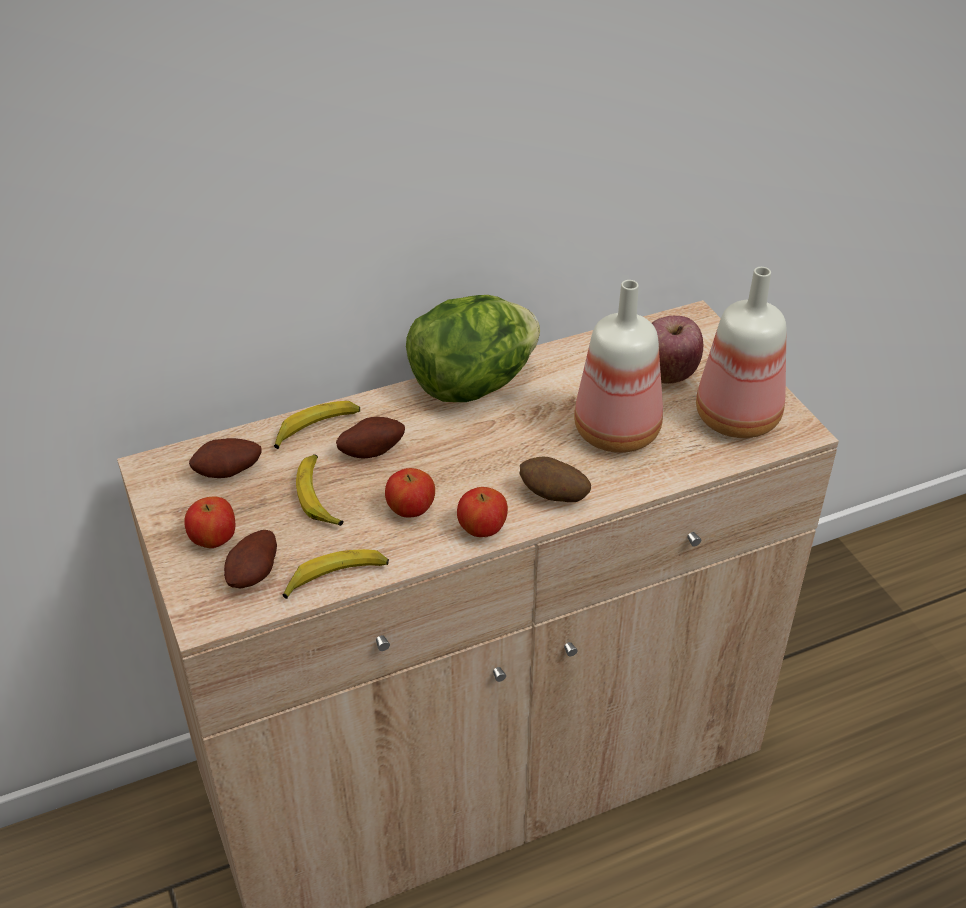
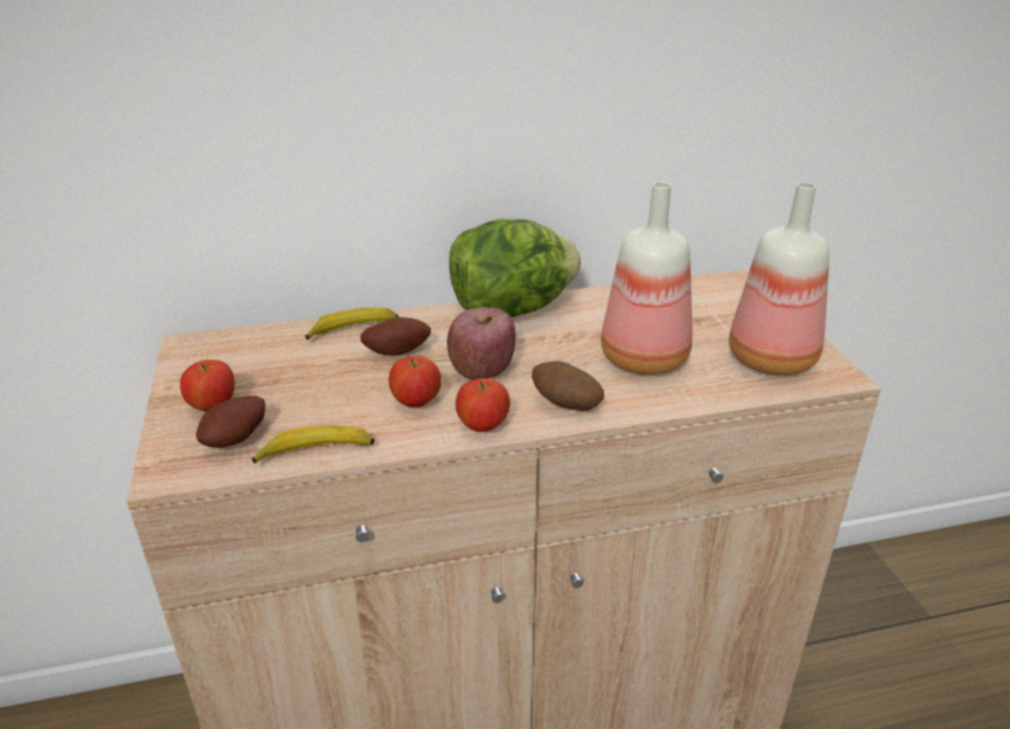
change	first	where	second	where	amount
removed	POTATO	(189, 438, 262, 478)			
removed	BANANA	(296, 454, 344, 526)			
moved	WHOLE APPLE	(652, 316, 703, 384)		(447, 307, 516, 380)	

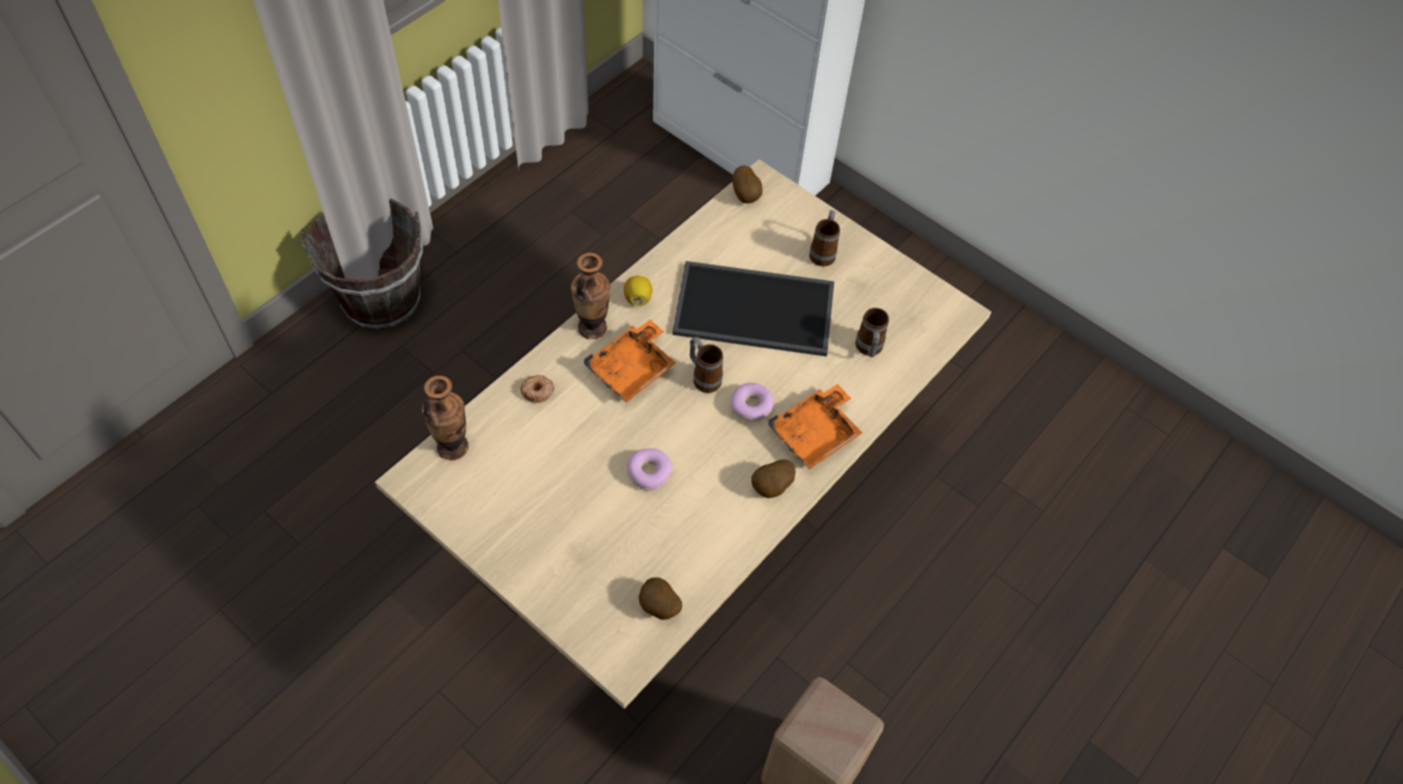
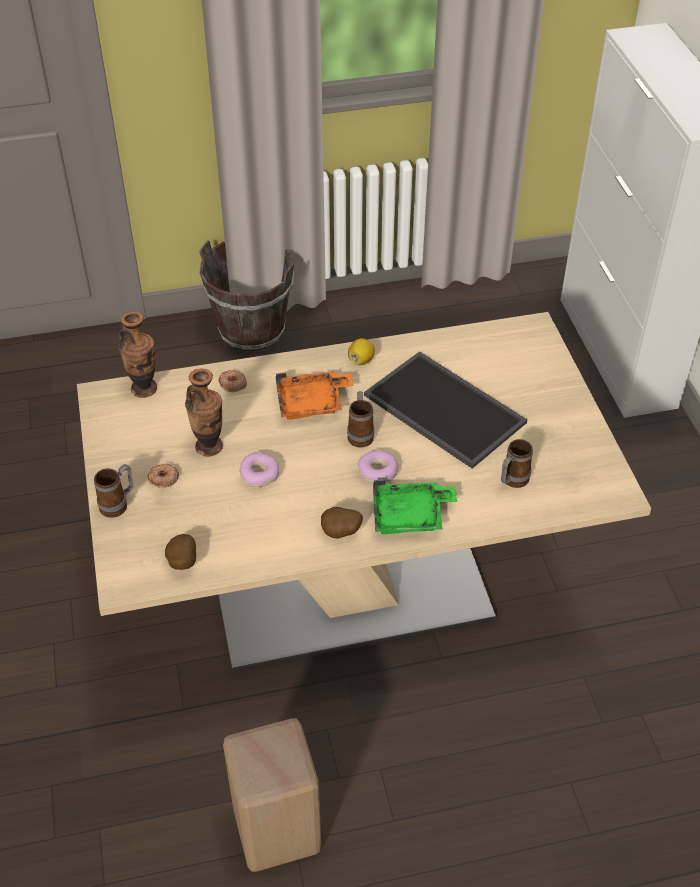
change	first	where	second	where	amount
removed	POTATO	(732, 165, 763, 203)			
added			DOUGHNUT	(148, 464, 179, 488)	
moved	FLOWER VASE	(571, 253, 610, 339)		(185, 368, 223, 457)	
moved	TEA MUG	(809, 210, 840, 266)		(94, 464, 134, 518)	
recoloured	ORANGE-COLOURED SERVING TRAY	(768, 384, 862, 469)	GREEN-COLOURED SERVING TRAY	(373, 480, 457, 534)	

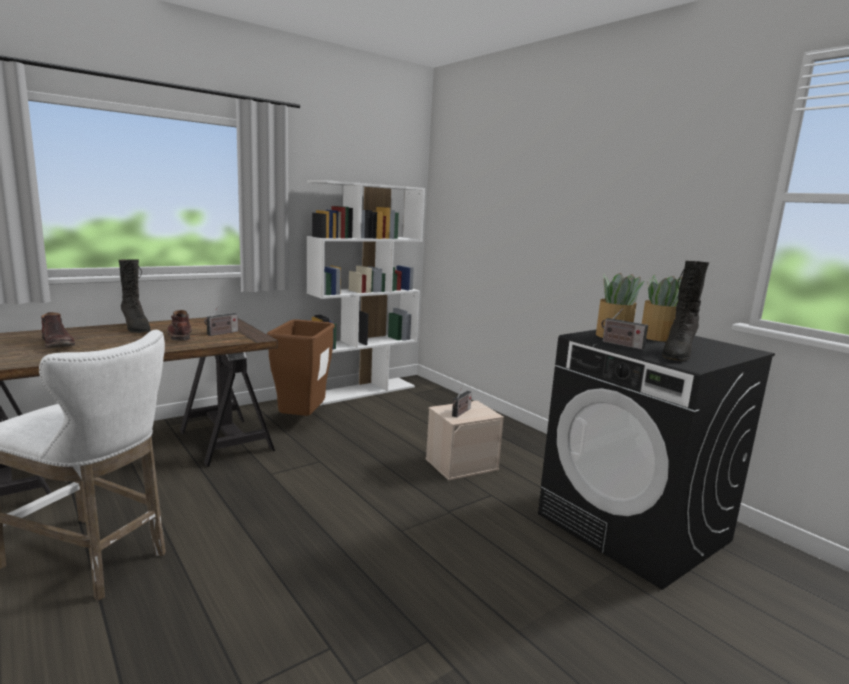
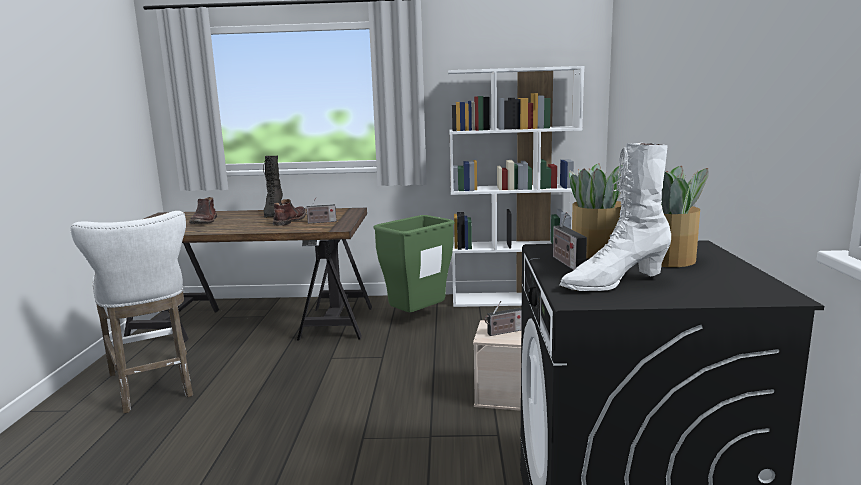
change	first	where	second	where	amount
recoloured	BROWN WASTE BIN	(267, 320, 335, 416)	GREEN-COLOURED WASTE BIN	(373, 215, 455, 313)	
recoloured	BLACK-COLOURED HIGH-TOP BOOT	(662, 260, 709, 361)	WHITISH HIGH-TOP BOOT	(559, 143, 671, 291)	

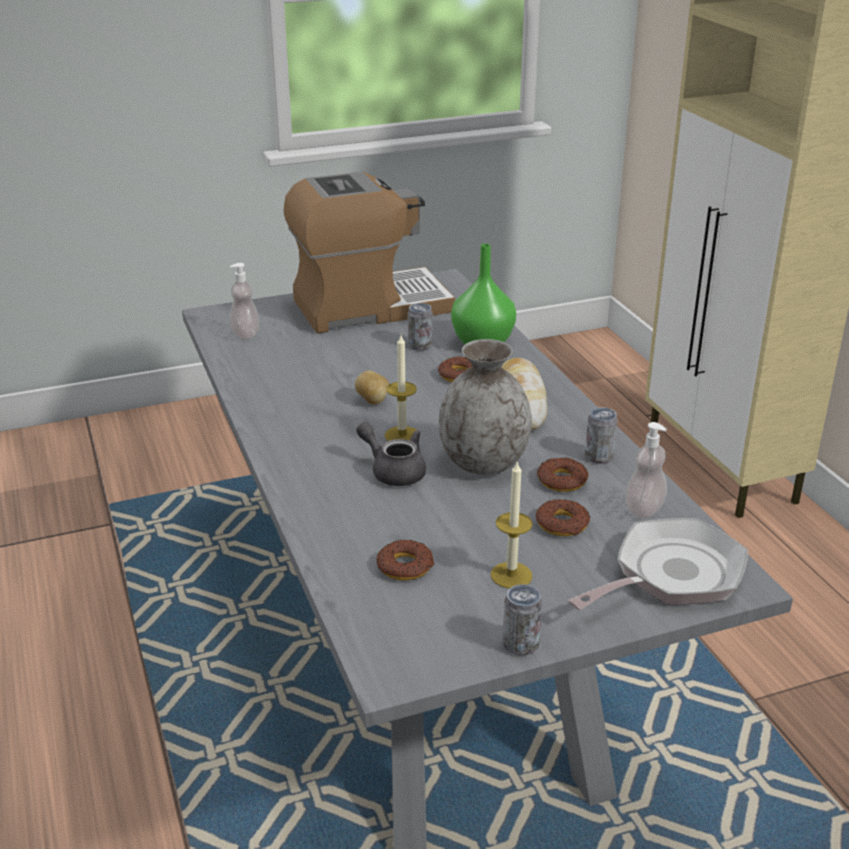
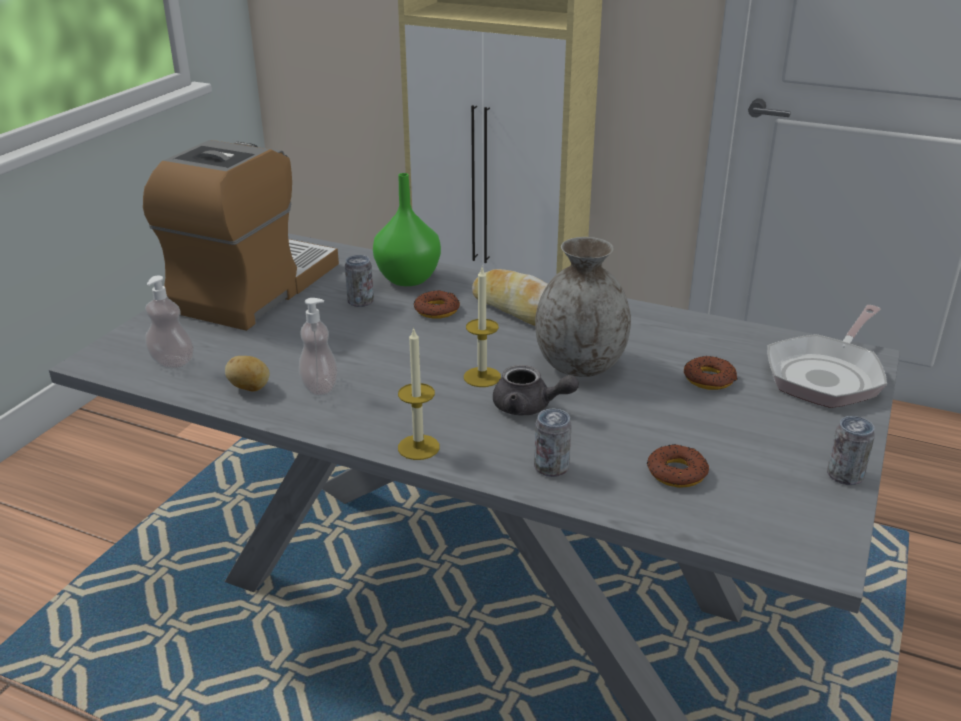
change	first	where	second	where	amount
removed	DOUGHNUT	(537, 457, 589, 492)			
moved	POTATO	(355, 371, 390, 405)		(225, 356, 270, 391)	
moved	WAX CANDLE	(491, 462, 533, 589)		(398, 327, 440, 460)	
moved	METAL CAN	(585, 407, 618, 464)		(534, 409, 572, 477)	
moved	SOAP DISPENSER	(625, 422, 667, 519)		(299, 298, 338, 396)	
turned	GREYISH POT FOR TEA	(356, 422, 426, 486)		(493, 365, 579, 415)	150 degrees counterclockwise
turned	SKILLET	(568, 518, 748, 610)		(767, 305, 887, 408)	150 degrees counterclockwise

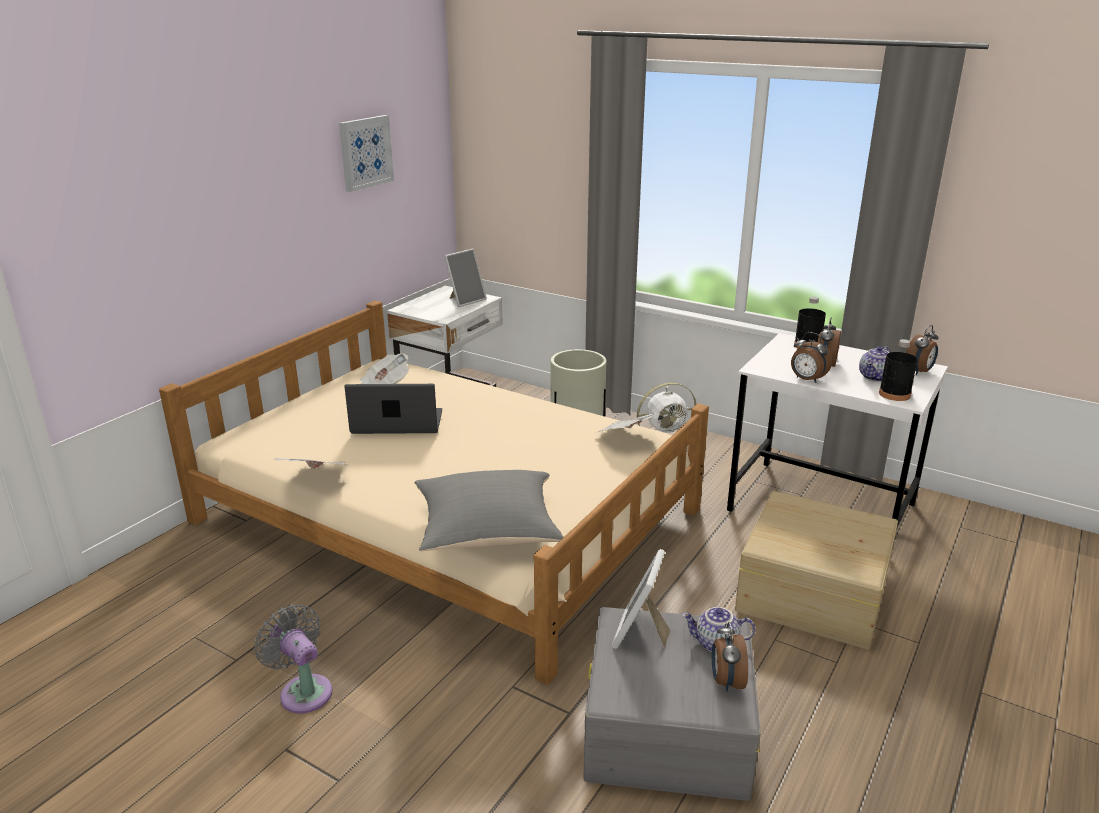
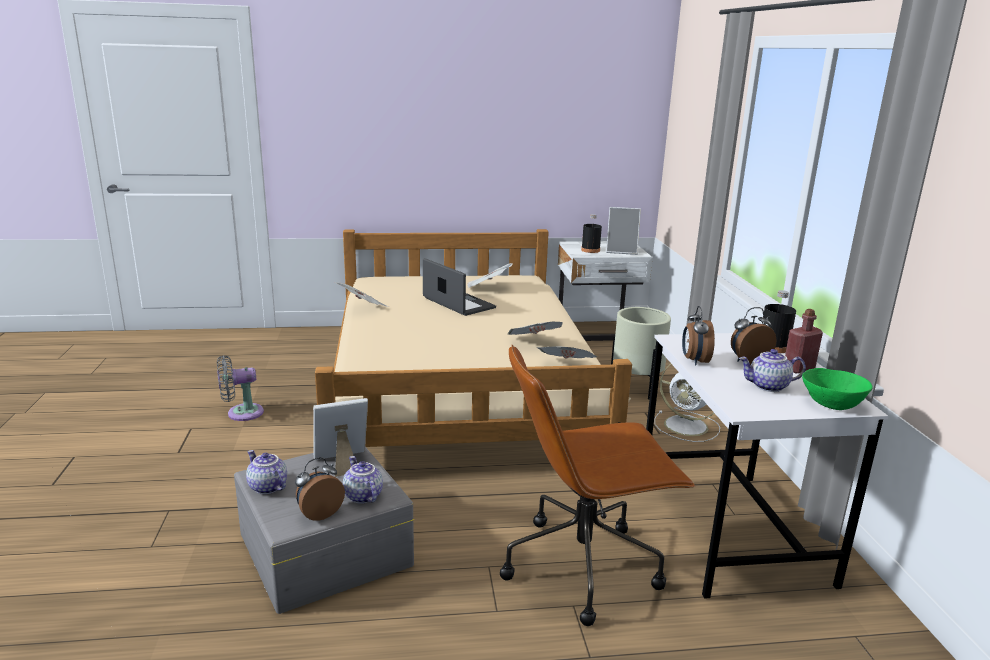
change	first	where	second	where	amount
removed	WALL PICTURE	(339, 115, 394, 192)			
removed	GREYISH CUSHION	(414, 470, 564, 551)			
added			POT FOR TEA	(246, 450, 287, 494)	
added			NEWSPAPER	(507, 321, 563, 335)	
added			REDDISH BOTTLE	(785, 309, 823, 374)	
moved	BLACK-COLOURED BOTTLE	(879, 339, 918, 401)		(581, 214, 602, 253)	
replaced	BEIGE-COLOURED STORAGE BOX	(735, 491, 898, 650)	BROWN COMPUTER CHAIR	(500, 344, 695, 626)	
replaced	ALARM CLOCK	(906, 325, 939, 375)	GREEN-COLOURED BOWL	(802, 368, 872, 410)	
turned	GREYISH COOLING FAN	(254, 604, 333, 713)		(217, 355, 264, 421)	120 degrees counterclockwise

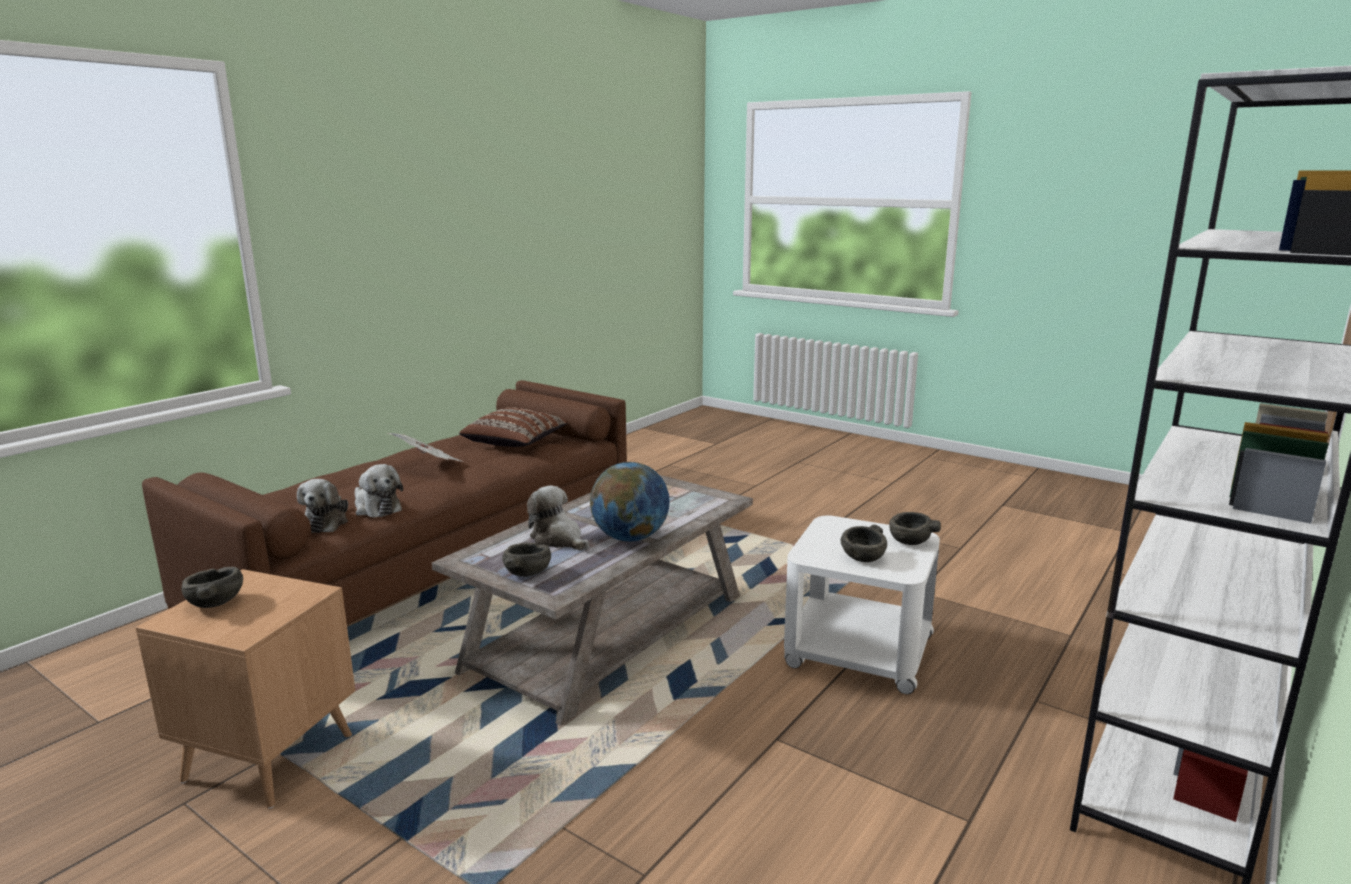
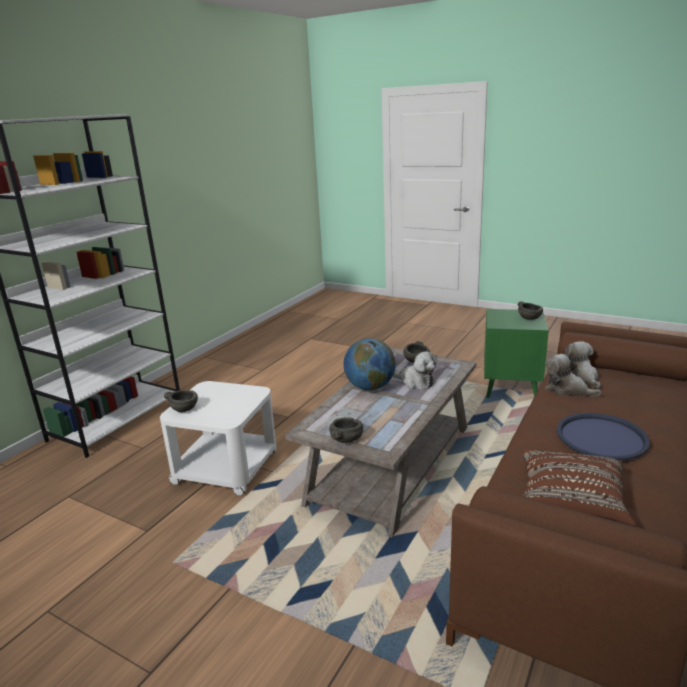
change	first	where	second	where	amount
moved	GREYISH BOWL	(841, 525, 887, 562)		(329, 417, 363, 443)	
replaced	NEWSPAPER	(388, 433, 461, 461)	BLUE SERVING TRAY	(557, 413, 650, 461)	
recoloured	BROWN ACCENT TABLE	(136, 569, 355, 809)	GREEN-COLOURED ACCENT TABLE	(484, 309, 549, 398)	

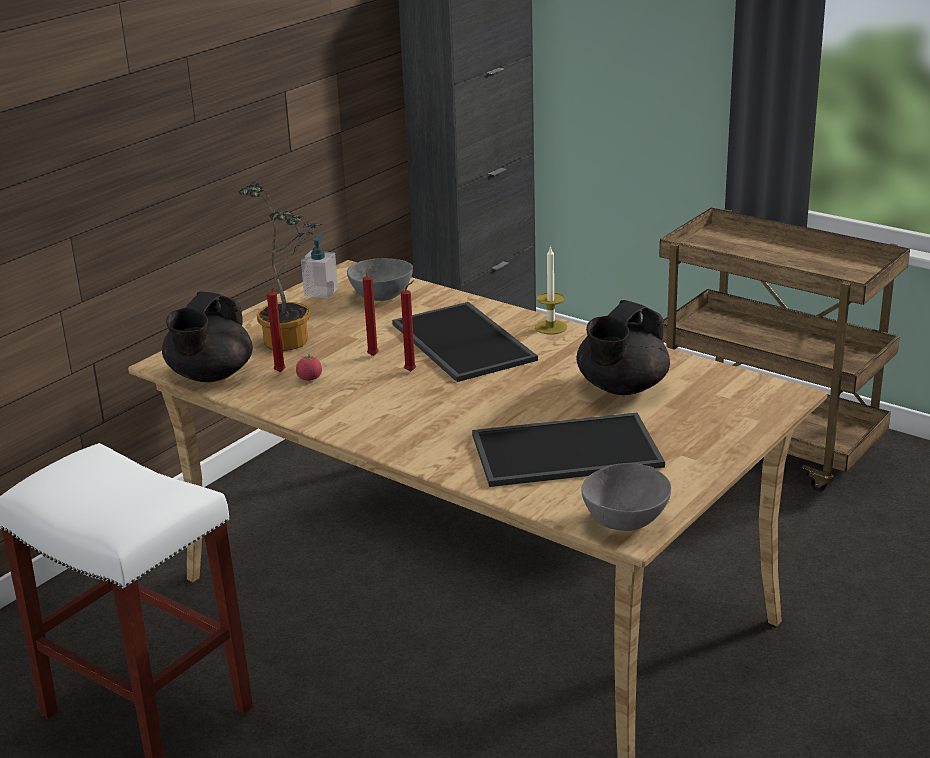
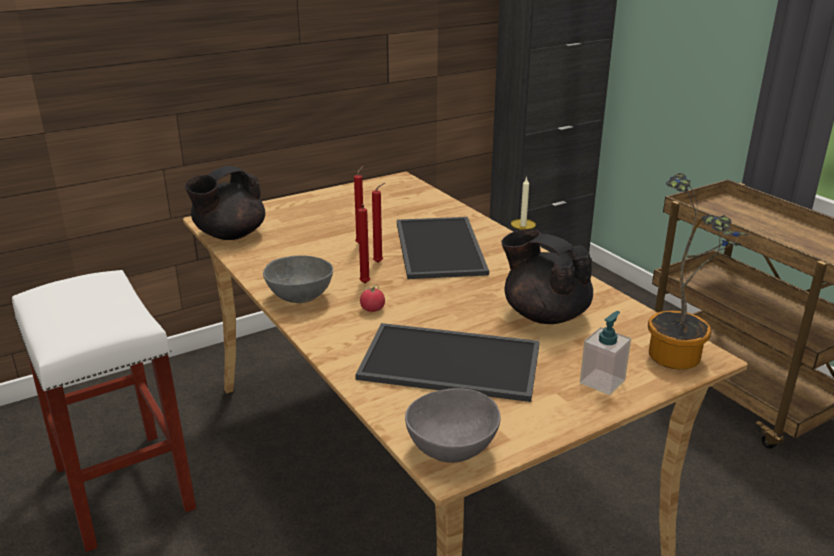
change	first	where	second	where	amount
moved	HOUSEPLANT	(239, 181, 323, 351)		(648, 173, 749, 370)	
moved	REDDISH WAX CANDLE	(267, 287, 286, 372)		(358, 204, 370, 283)	
moved	WHOLE TOMATO	(296, 352, 322, 381)		(360, 284, 385, 312)	
moved	SOAP DISPENSER	(301, 234, 338, 298)		(580, 311, 631, 395)	
moved	GREYISH BOWL	(347, 258, 413, 301)		(263, 256, 333, 303)	
turned	BLACK-COLOURED POT FOR TEA	(576, 300, 670, 395)		(502, 229, 593, 324)	75 degrees clockwise

